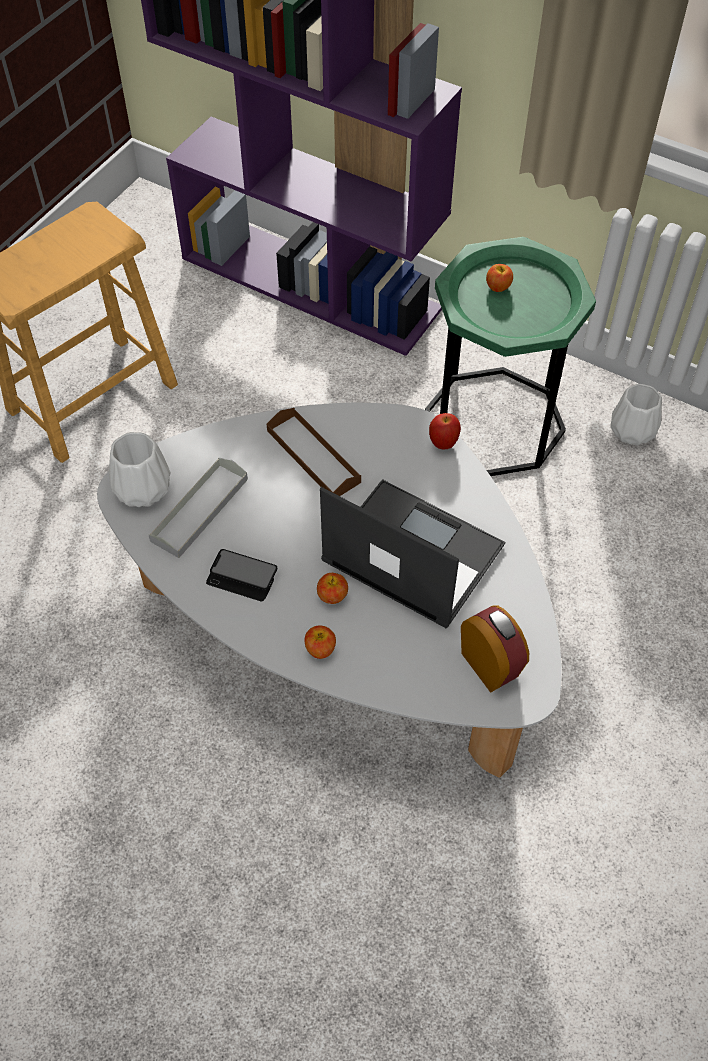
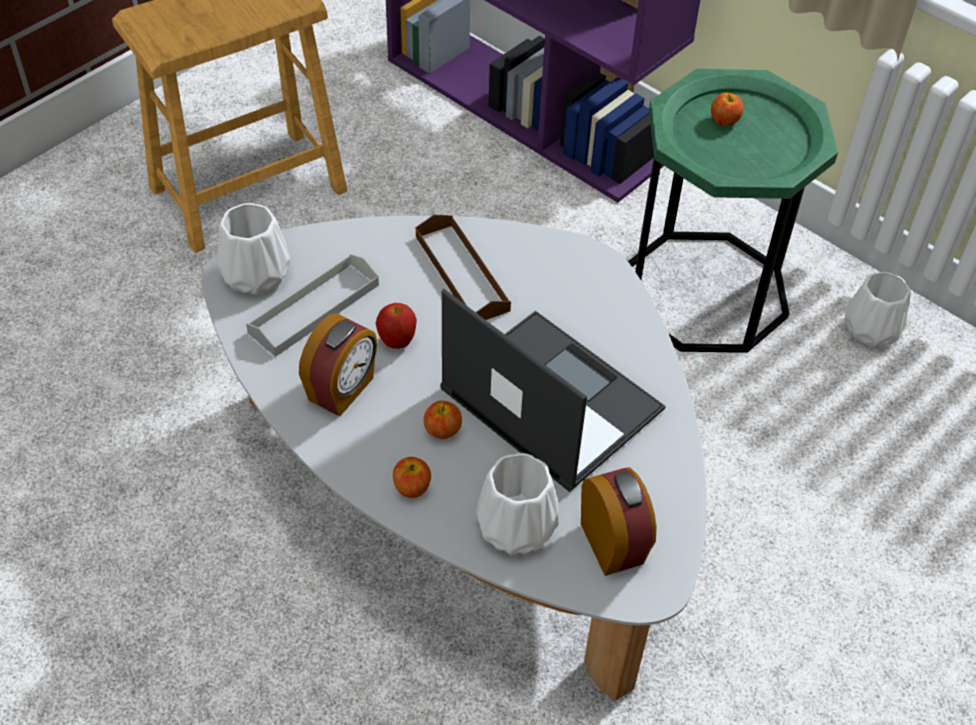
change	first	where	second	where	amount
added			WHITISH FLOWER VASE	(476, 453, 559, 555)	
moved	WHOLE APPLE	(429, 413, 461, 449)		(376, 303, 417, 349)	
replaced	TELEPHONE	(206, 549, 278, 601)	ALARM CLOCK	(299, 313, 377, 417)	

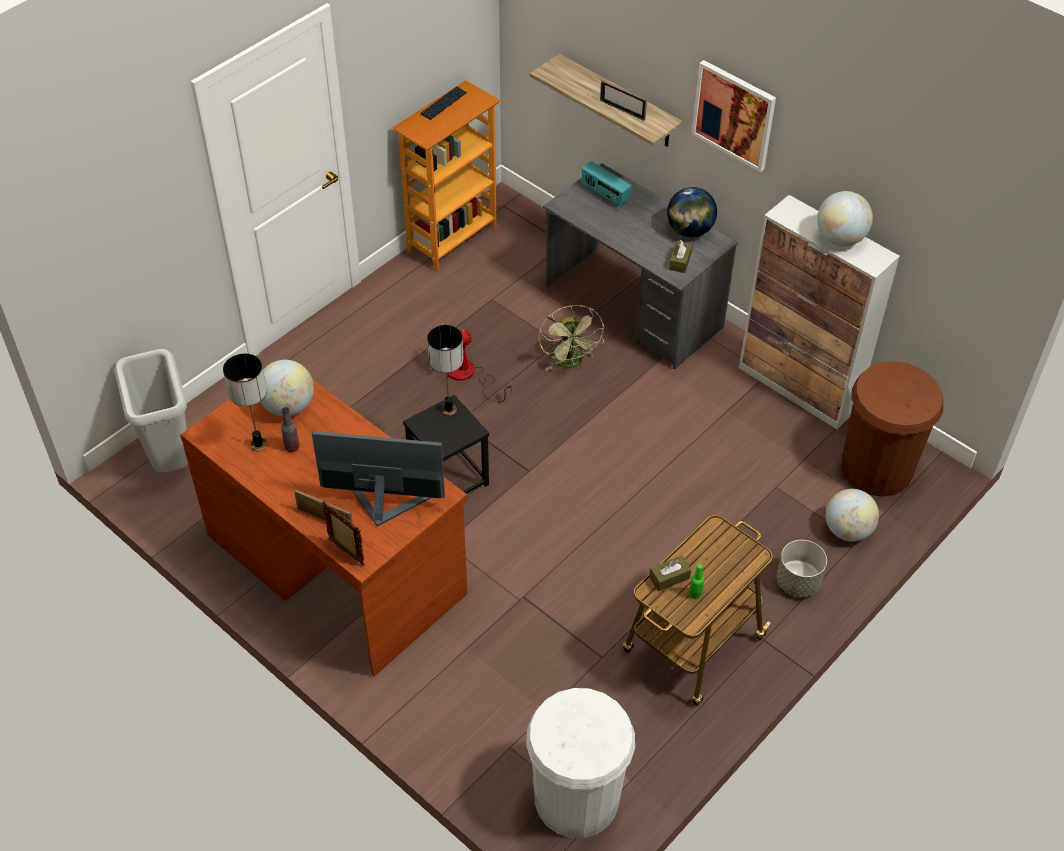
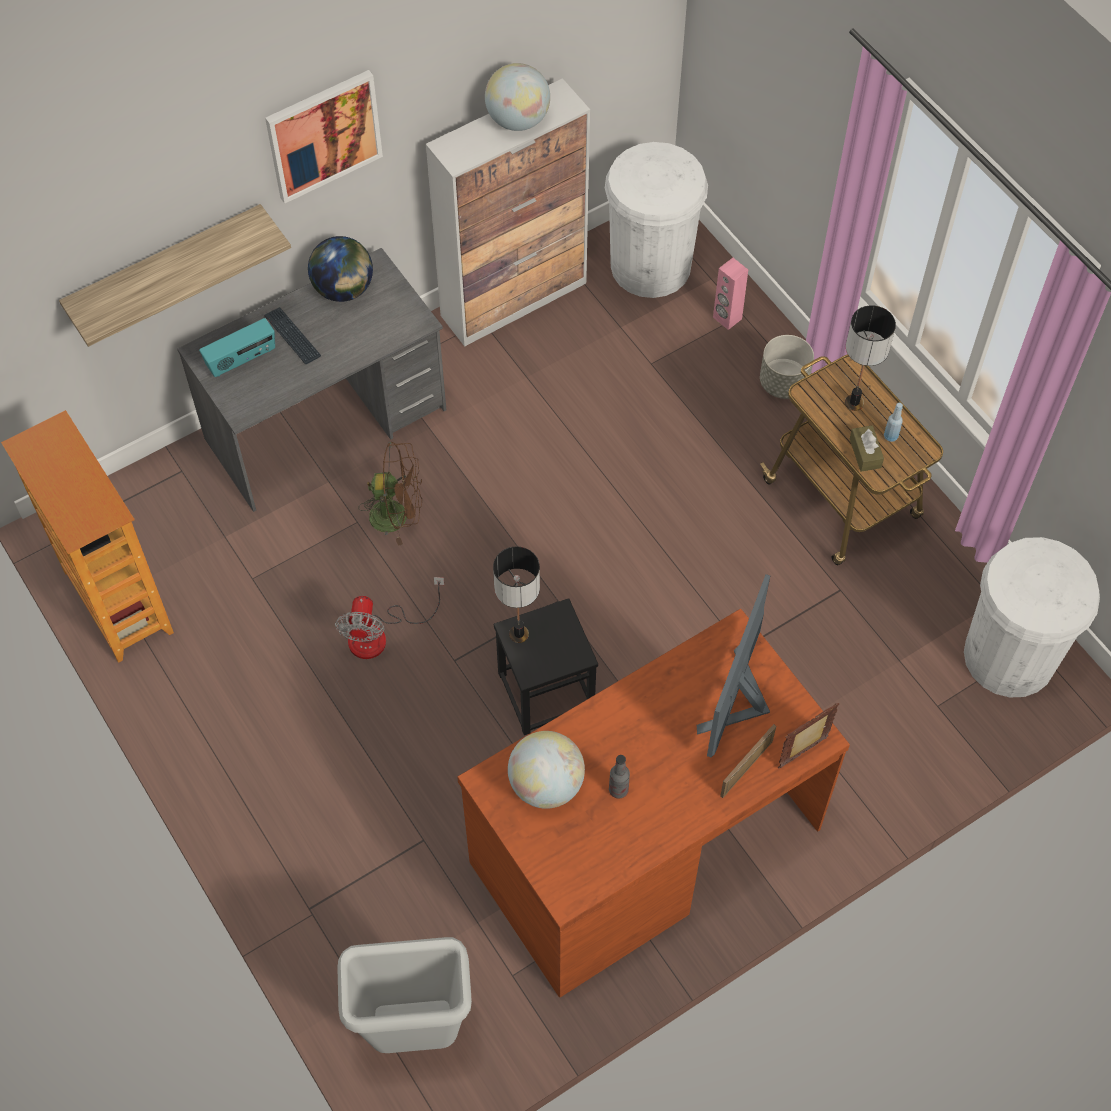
change	first	where	second	where	amount
removed	PHOTO FRAME	(600, 80, 647, 121)			
removed	BROWN TISSUE HOLDER	(669, 240, 693, 273)			
moved	LAMP FOR A TABLE	(223, 353, 267, 451)		(845, 305, 896, 411)	
moved	KEYBOARD	(421, 86, 467, 120)		(264, 307, 321, 364)	
replaced	WORLD GLOBE	(825, 489, 879, 542)	PINKISH LOUDSPEAKER	(713, 258, 748, 330)	
recoloured	GREEN-COLOURED COOLING FAN	(539, 305, 605, 371)	BROWN COOLING FAN	(358, 442, 422, 546)	
recoloured	GREEN-COLOURED BOTTLE	(689, 564, 704, 599)	BLUE BOTTLE	(884, 403, 903, 442)	
recoloured	BROWN WASTE BIN	(841, 361, 943, 497)	WHITISH WASTE BIN	(605, 142, 708, 298)	

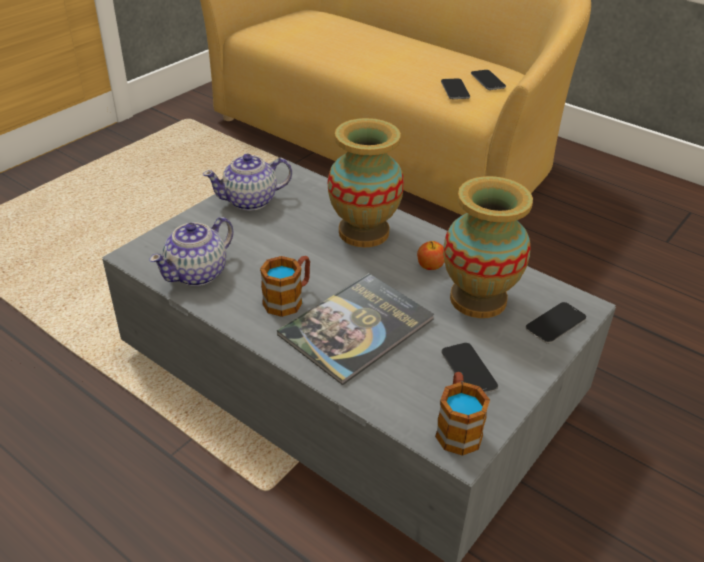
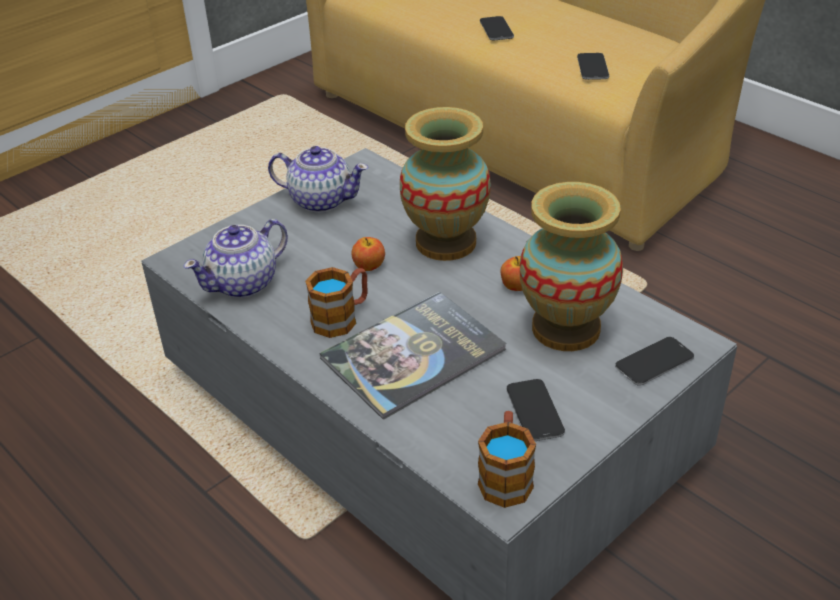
change	first	where	second	where	amount
added			WHOLE APPLE	(352, 237, 385, 271)	
moved	TELEPHONE	(471, 70, 506, 90)		(480, 16, 514, 40)	
turned	POT FOR TEA	(202, 154, 292, 211)		(268, 146, 368, 213)	150 degrees counterclockwise

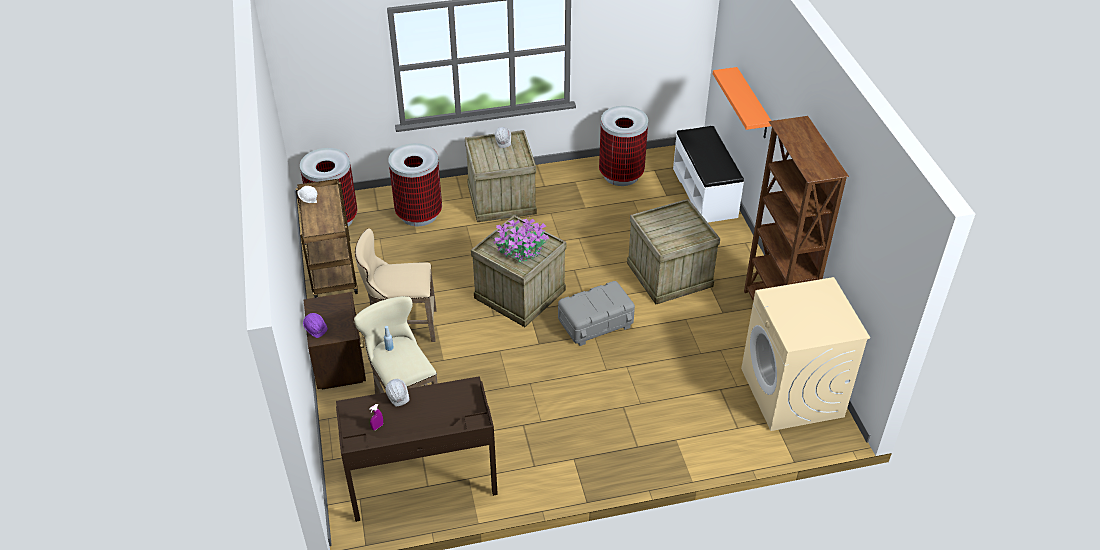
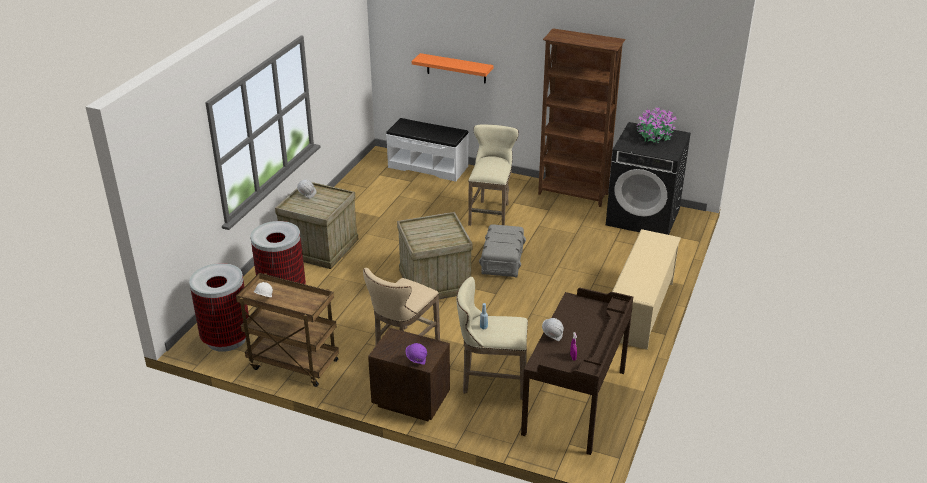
change	first	where	second	where	amount
removed	WASTE BIN	(599, 106, 648, 186)			
added			BEIGE-COLOURED SHOE STAND	(612, 229, 681, 350)	
moved	HOUSEPLANT	(493, 218, 549, 264)		(637, 108, 677, 143)	
replaced	CRATE	(627, 199, 720, 305)	BEIGE-COLOURED STOOL SEAT	(468, 125, 519, 226)	
recoloured	BEIGE-COLOURED LAUNDRY MACHINE	(741, 277, 870, 431)	BLACK-COLOURED LAUNDRY MACHINE	(606, 122, 691, 235)	

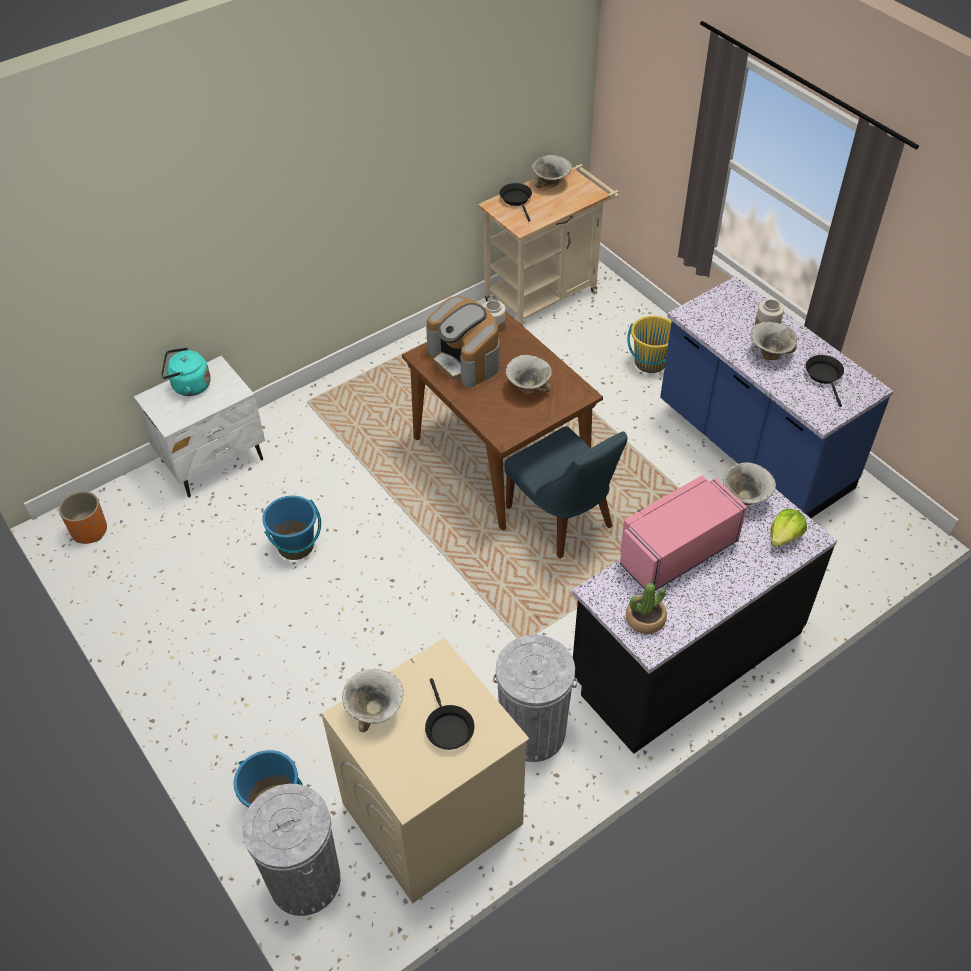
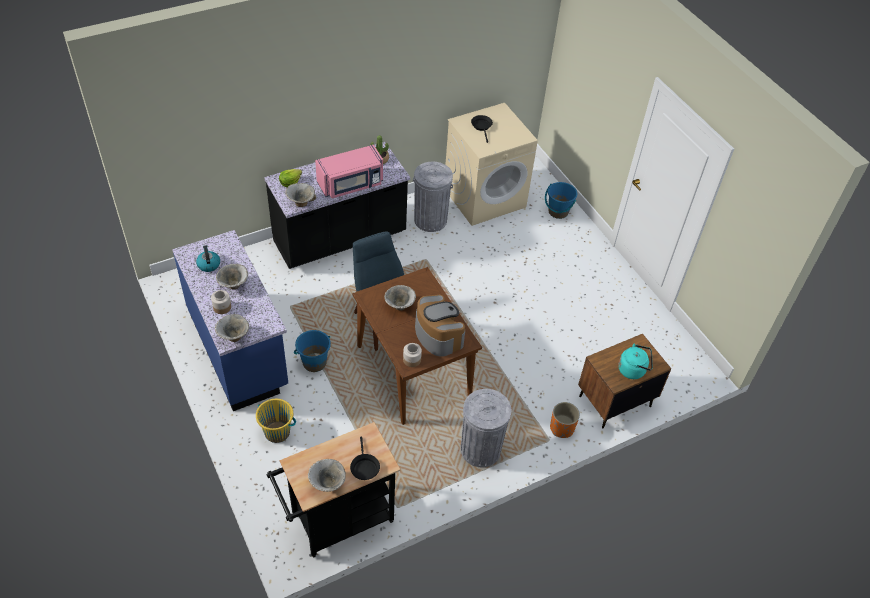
change	first	where	second	where	amount
moved	ORANGE-COLOURED PLANT POT	(59, 491, 107, 544)		(550, 402, 580, 438)	
moved	GREYISH WASTE BIN	(242, 784, 341, 916)		(461, 389, 511, 467)	
moved	BLUE WATER BUCKET	(262, 496, 321, 560)		(294, 330, 331, 372)	
moved	BOWL	(342, 669, 403, 732)		(215, 314, 249, 342)	
replaced	BLACK-COLOURED SKILLET	(805, 355, 844, 407)	TEA KETTLE	(196, 245, 220, 272)	
recoloured	WHITISH NIGHT TABLE	(134, 356, 265, 497)	BROWN NIGHT TABLE	(578, 334, 671, 428)	
recoloured	BEIGE-COLOURED CART	(478, 164, 619, 326)	BLACK-COLOURED CART	(267, 422, 400, 558)	

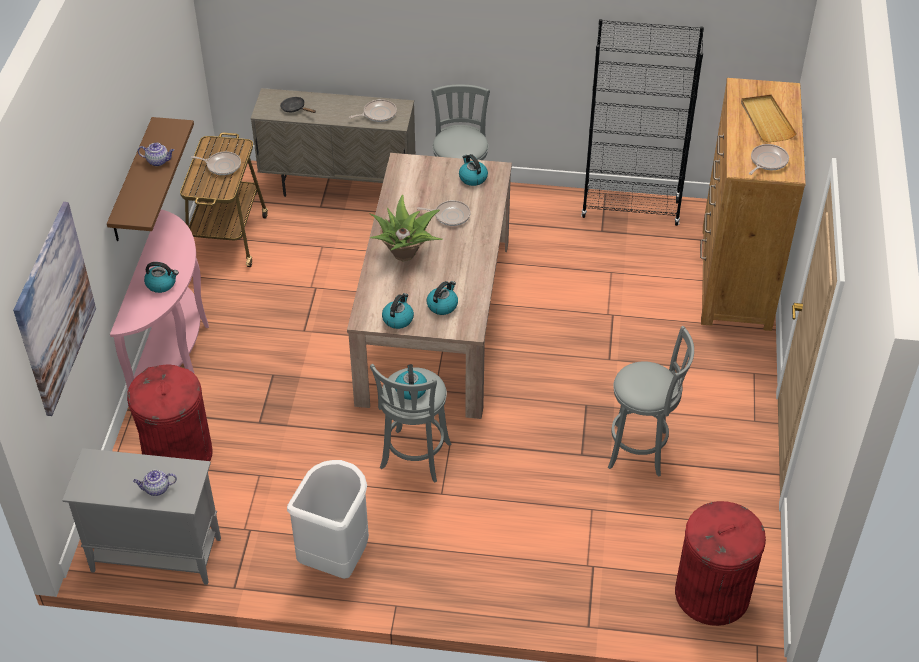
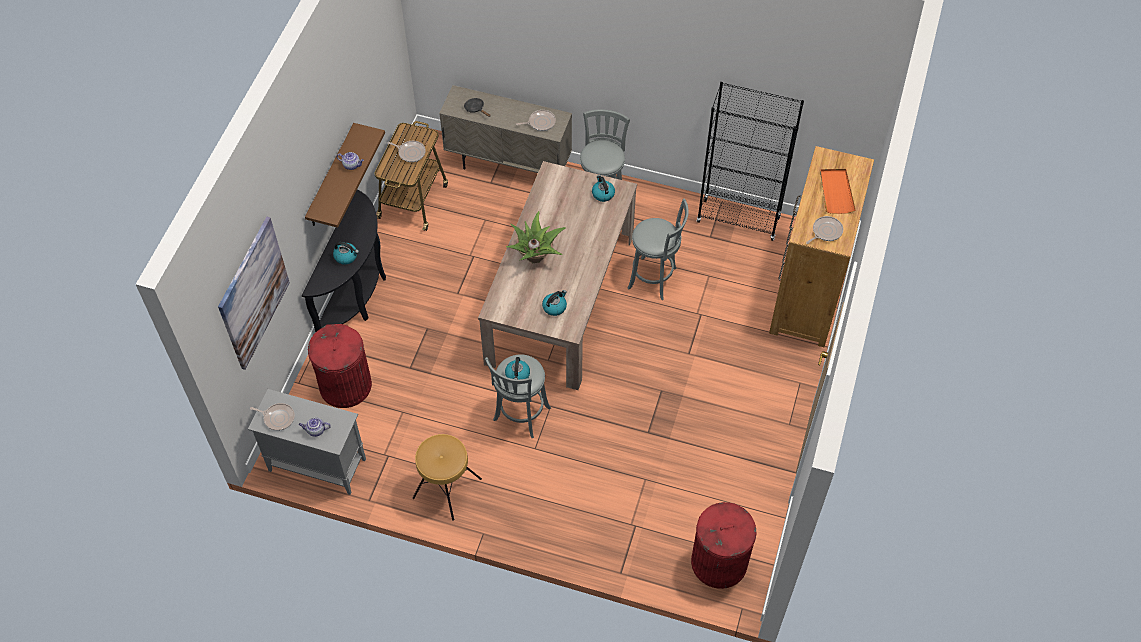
change	first	where	second	where	amount
removed	TEA KETTLE	(382, 293, 414, 329)			
moved	SKILLET	(417, 200, 470, 226)		(250, 403, 295, 431)	
moved	GREYISH STOOL SEAT	(608, 326, 694, 477)		(628, 198, 689, 300)	
replaced	WHITISH WASTE BIN	(287, 460, 369, 579)	BROWN STOOL SEAT	(413, 434, 482, 521)	
recoloured	PINKISH CONSOLE TABLE	(110, 210, 209, 389)	BLACK-COLOURED CONSOLE TABLE	(302, 190, 386, 332)	
recoloured	BEIGE-COLOURED SERVING TRAY	(741, 95, 797, 142)	ORANGE-COLOURED SERVING TRAY	(820, 169, 856, 214)	

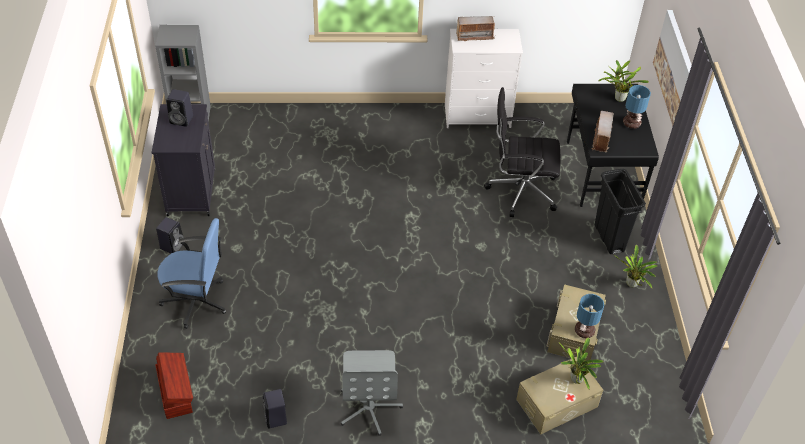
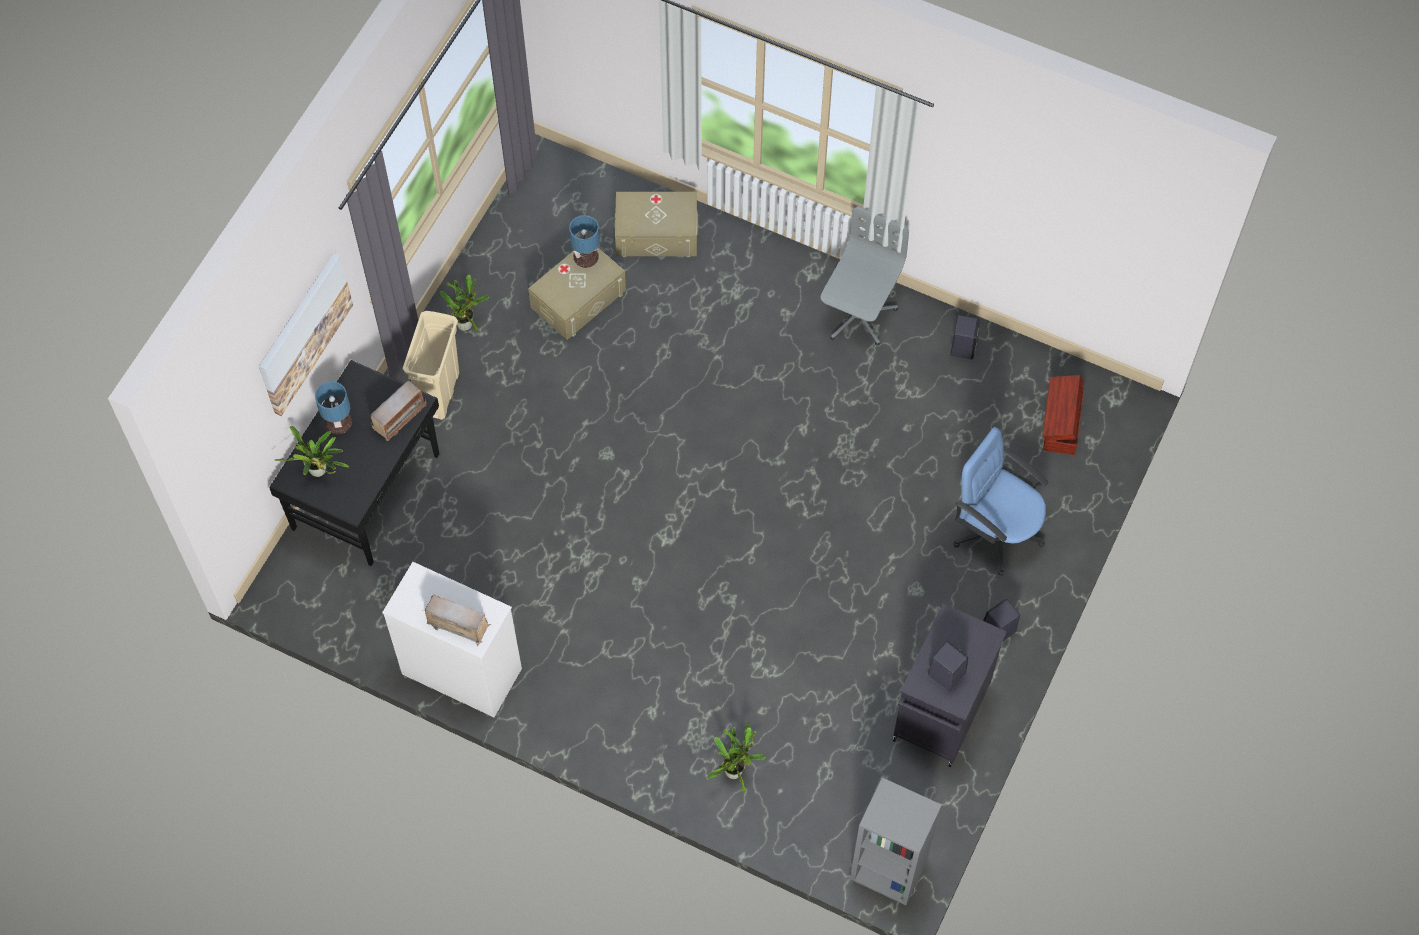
change	first	where	second	where	amount
removed	BLACK-COLOURED COMPUTER CHAIR	(484, 87, 561, 217)			
moved	HOUSEPLANT	(559, 337, 603, 390)		(707, 723, 766, 793)	
recoloured	BLACK-COLOURED WASTE BIN	(595, 169, 646, 254)	BEIGE-COLOURED WASTE BIN	(403, 311, 459, 420)	

